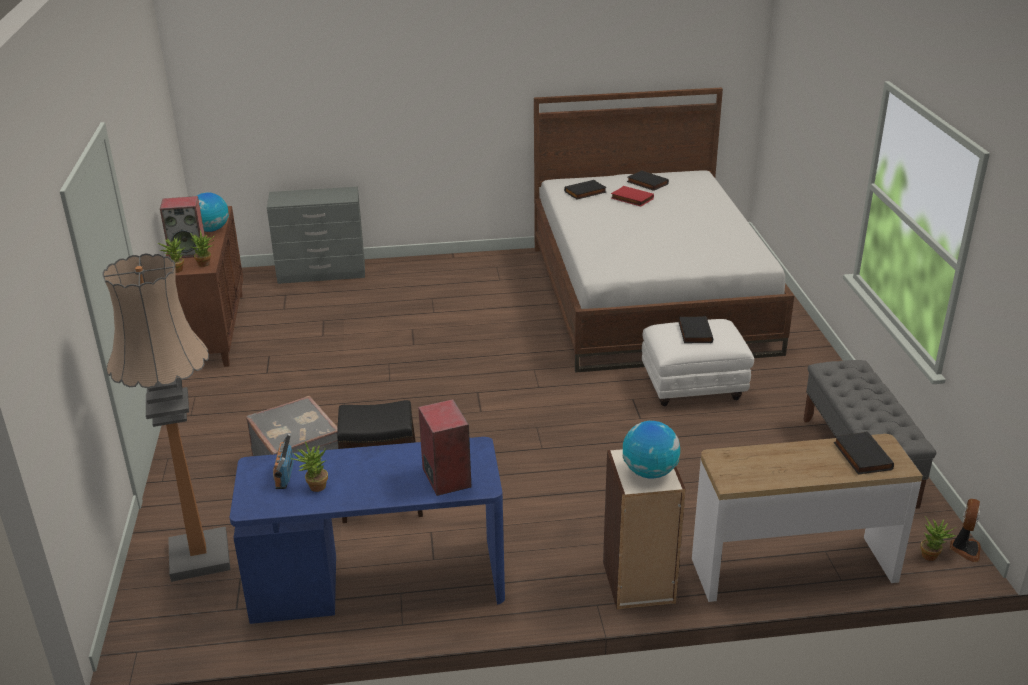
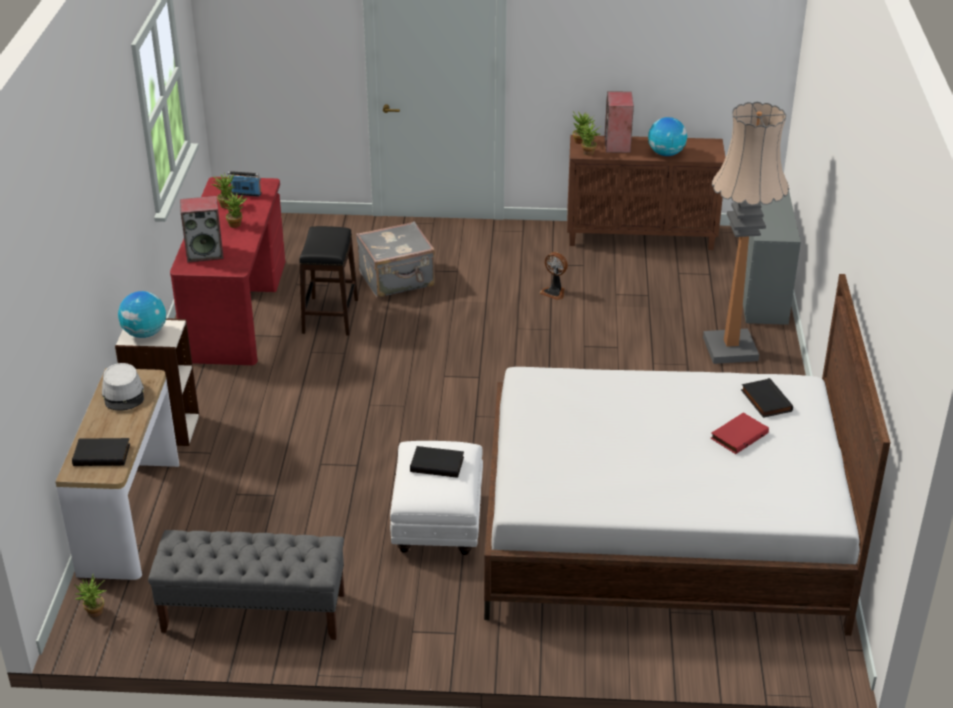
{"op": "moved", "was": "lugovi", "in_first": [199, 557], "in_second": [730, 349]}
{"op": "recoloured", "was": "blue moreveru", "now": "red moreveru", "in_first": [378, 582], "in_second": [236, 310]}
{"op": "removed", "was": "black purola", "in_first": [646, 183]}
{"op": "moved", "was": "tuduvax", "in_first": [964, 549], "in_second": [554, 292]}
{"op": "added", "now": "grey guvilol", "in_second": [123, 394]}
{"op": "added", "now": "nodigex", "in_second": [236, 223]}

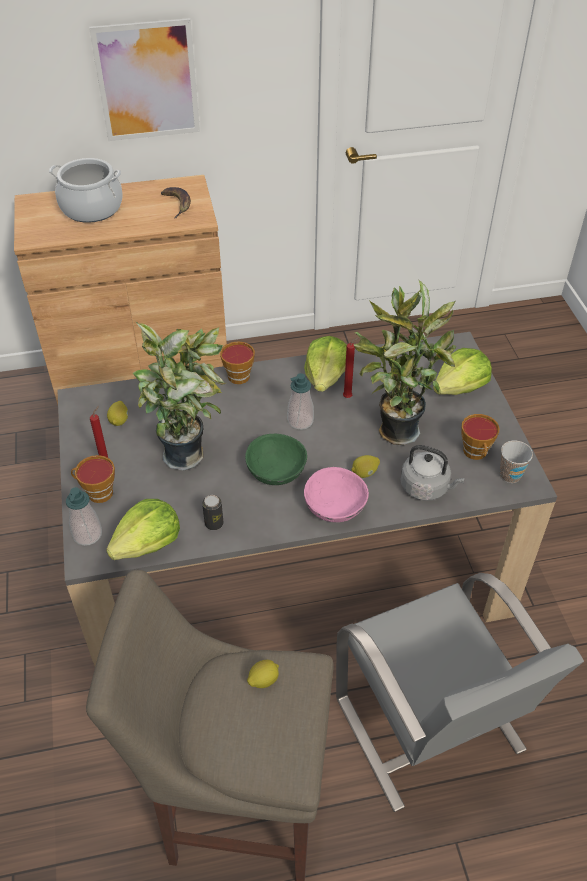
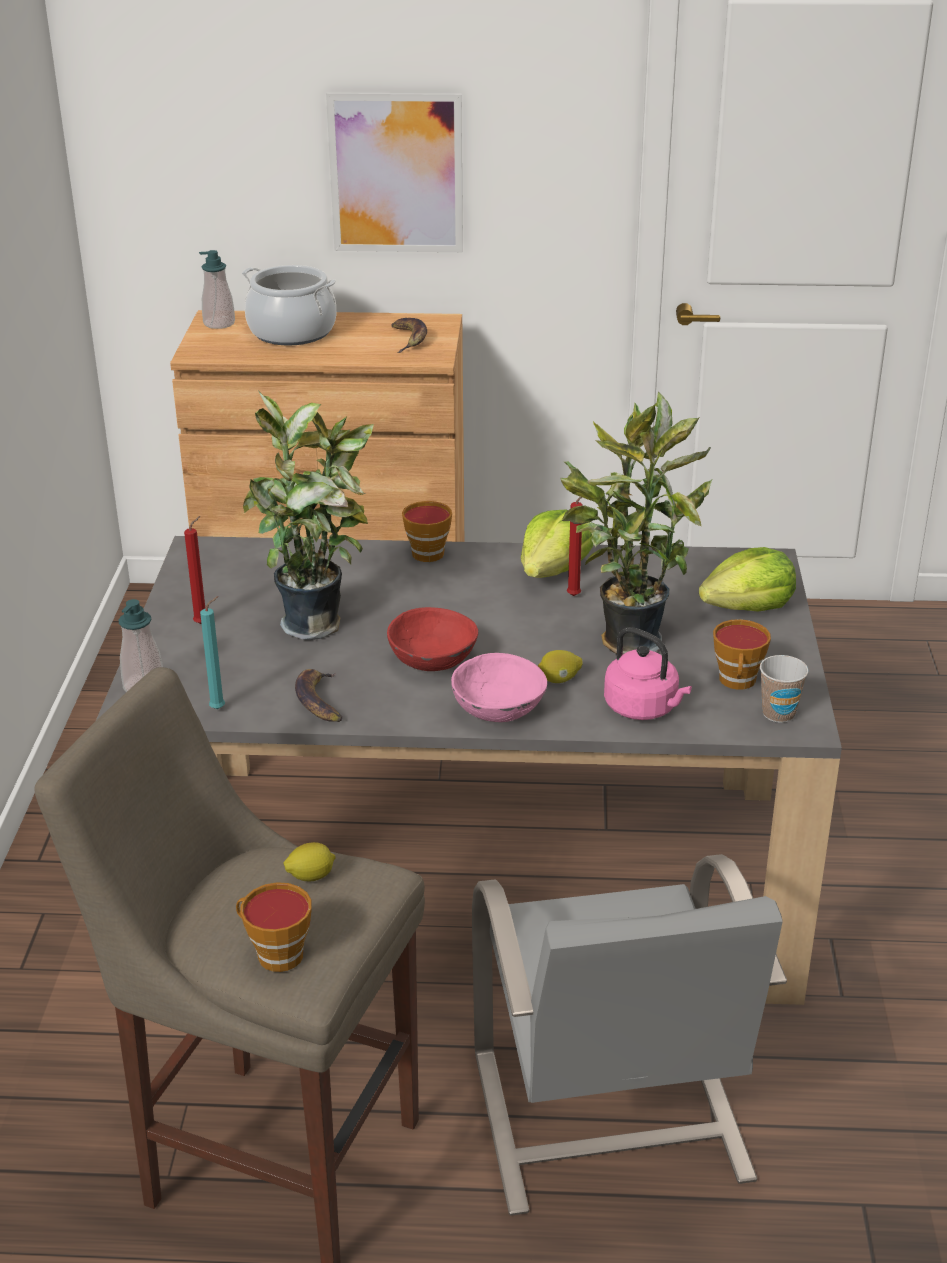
{"op": "moved", "was": "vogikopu", "in_first": [97, 493], "in_second": [274, 954]}
{"op": "replaced", "was": "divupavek", "now": "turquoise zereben", "in_first": [148, 544], "in_second": [220, 708]}
{"op": "removed", "was": "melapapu", "in_first": [119, 420]}
{"op": "replaced", "was": "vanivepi", "now": "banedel", "in_first": [214, 523], "in_second": [319, 701]}
{"op": "recoloured", "was": "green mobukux", "now": "red mobukux", "in_first": [275, 471], "in_second": [431, 659]}
{"op": "moved", "was": "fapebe", "in_first": [300, 421], "in_second": [219, 323]}
{"op": "recoloured", "was": "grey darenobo", "now": "pink darenobo", "in_first": [426, 487], "in_second": [644, 708]}

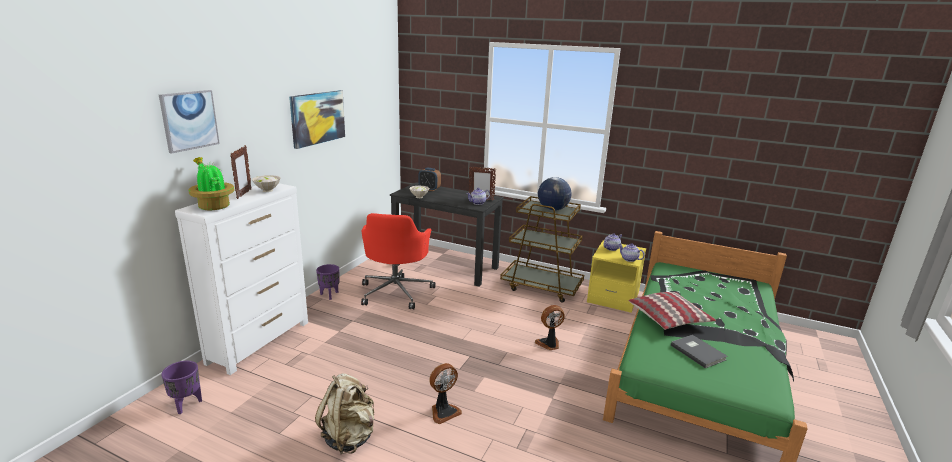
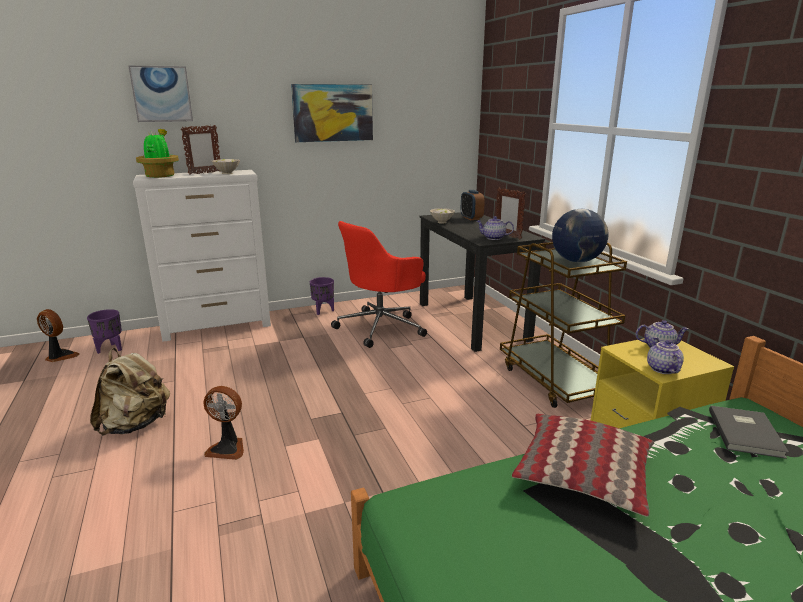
{"op": "moved", "was": "tuduvax", "in_first": [549, 344], "in_second": [60, 356]}
{"op": "moved", "was": "grey purola", "in_first": [698, 352], "in_second": [747, 433]}

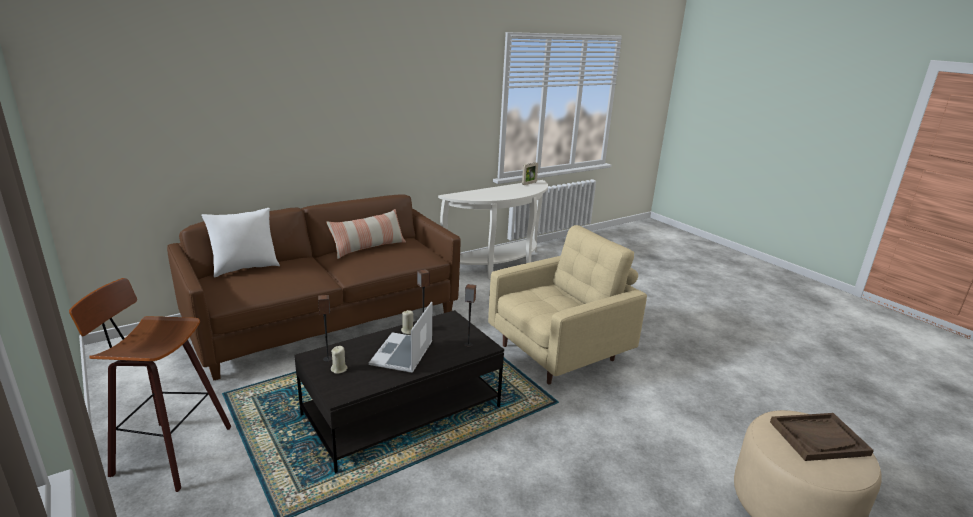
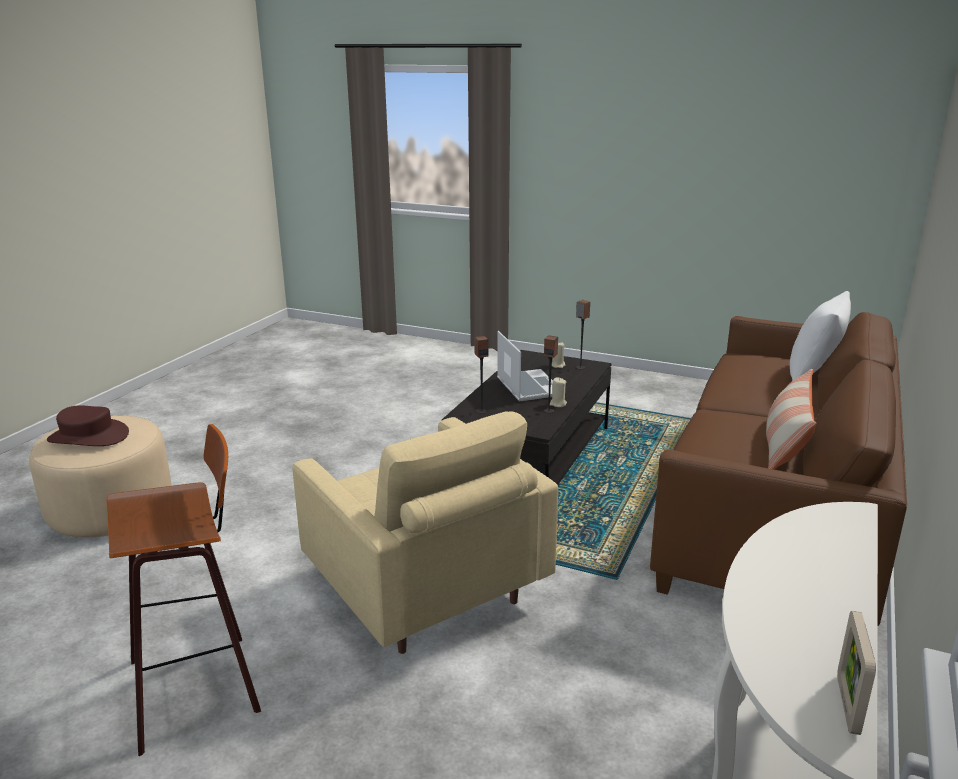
{"op": "moved", "was": "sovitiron", "in_first": [168, 452], "in_second": [199, 685]}
{"op": "turned", "was": "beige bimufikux", "in_first": [560, 352], "in_second": [425, 591], "clockwise": -60}
{"op": "replaced", "was": "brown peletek", "now": "brown guvilol", "in_first": [818, 438], "in_second": [88, 437]}

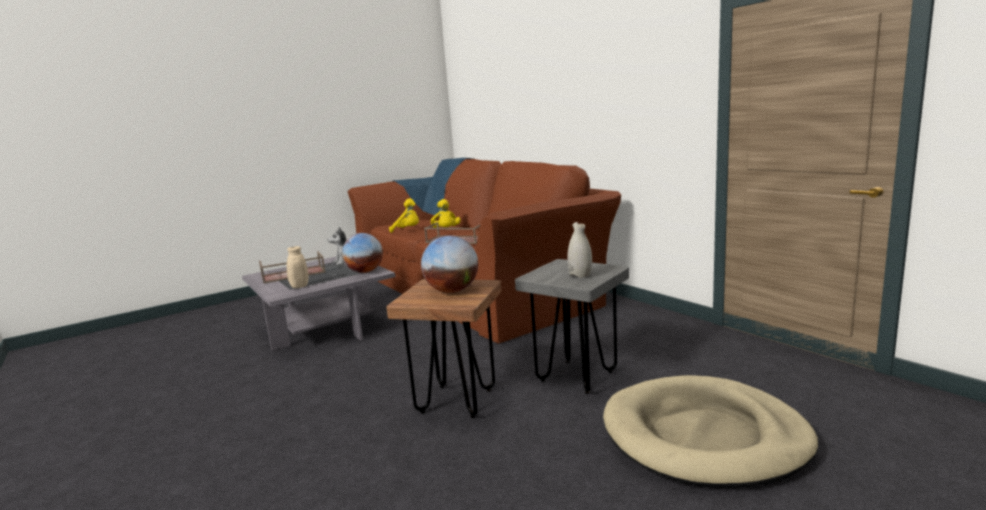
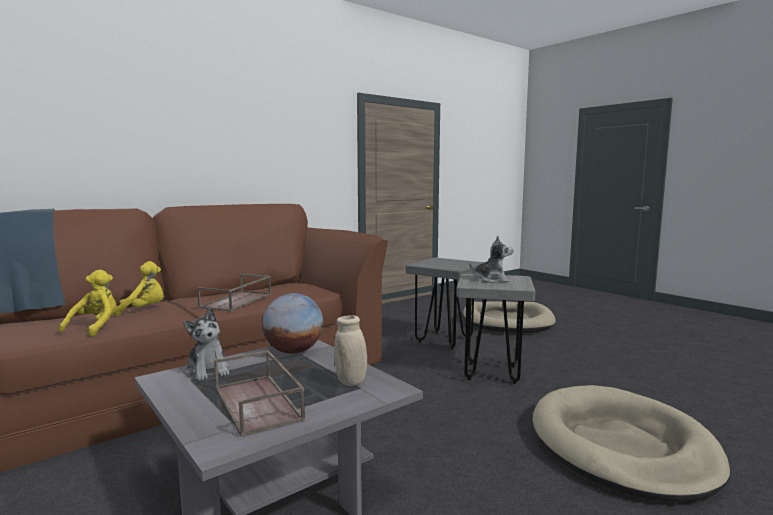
{"op": "recoloured", "was": "brown sovitiron", "now": "grey sovitiron", "in_first": [456, 401], "in_second": [492, 373]}
{"op": "replaced", "was": "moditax", "now": "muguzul", "in_first": [452, 291], "in_second": [492, 280]}
{"op": "removed", "was": "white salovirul", "in_first": [580, 275]}
{"op": "added", "now": "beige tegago", "in_second": [621, 446]}

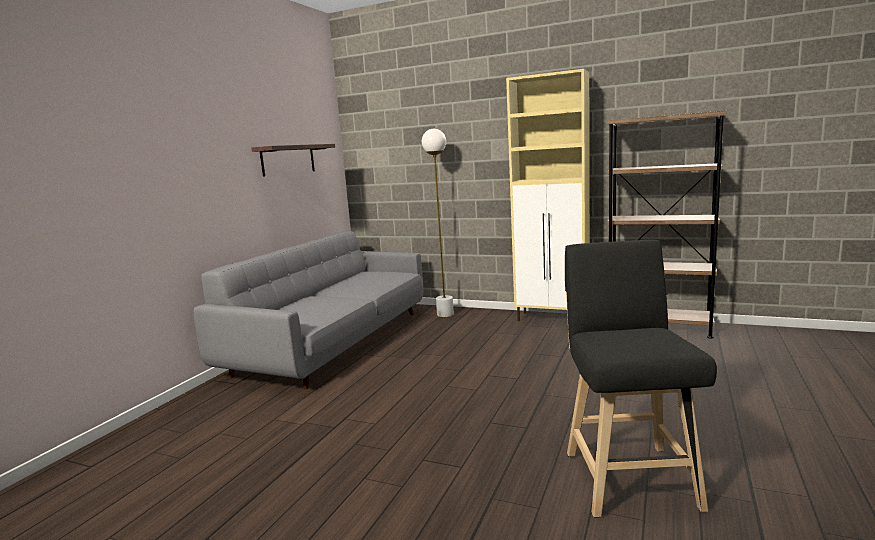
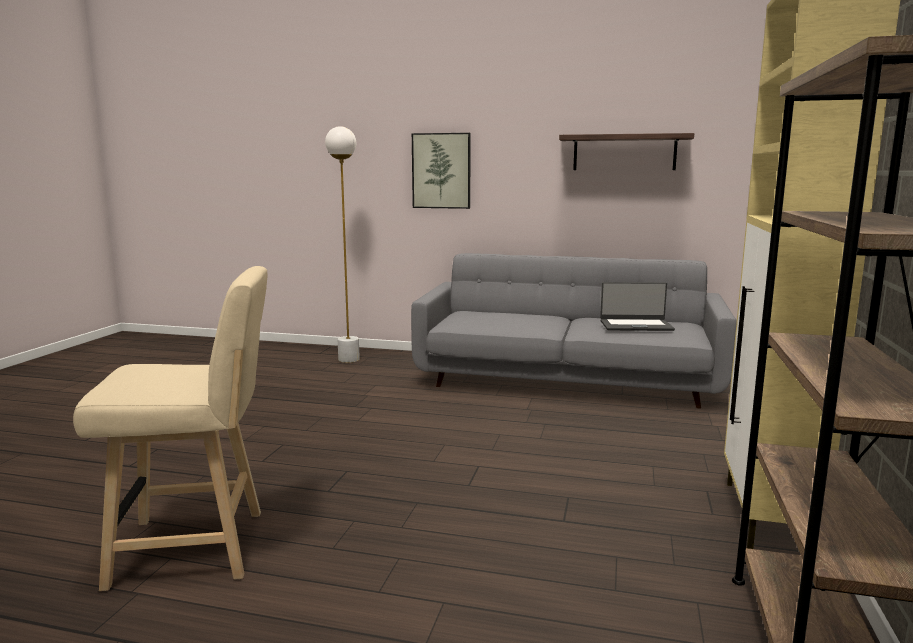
{"op": "moved", "was": "white lugovi", "in_first": [445, 314], "in_second": [349, 359]}
{"op": "recoloured", "was": "black sovitiron", "now": "beige sovitiron", "in_first": [628, 475], "in_second": [198, 548]}
{"op": "added", "now": "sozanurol", "in_second": [441, 171]}
{"op": "added", "now": "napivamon", "in_second": [635, 325]}

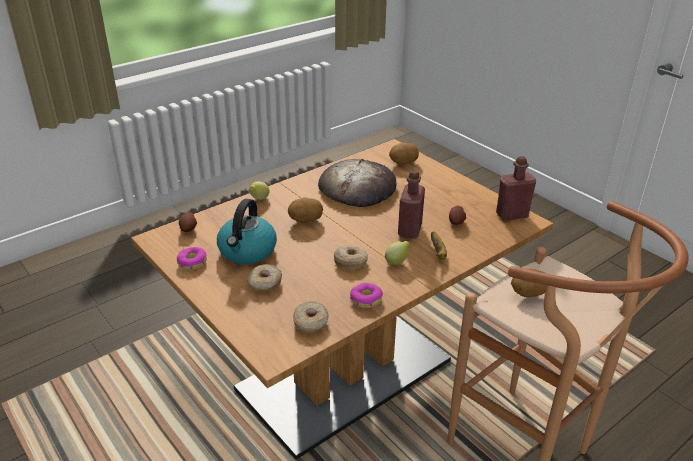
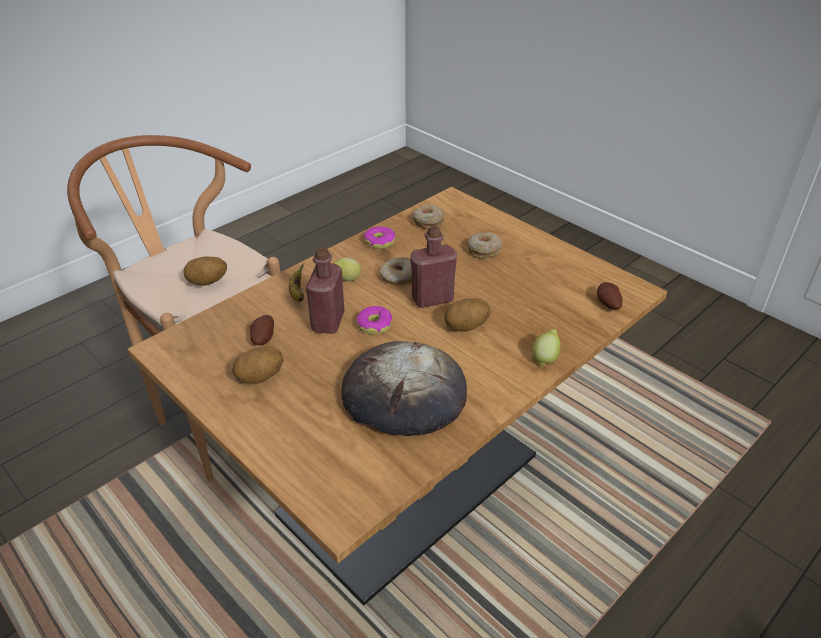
{"op": "moved", "was": "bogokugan", "in_first": [192, 262], "in_second": [374, 325]}
{"op": "removed", "was": "darenobo", "in_first": [247, 251]}
{"op": "moved", "was": "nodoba", "in_first": [403, 163], "in_second": [260, 378]}
{"op": "moved", "was": "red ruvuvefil", "in_first": [512, 215], "in_second": [432, 299]}

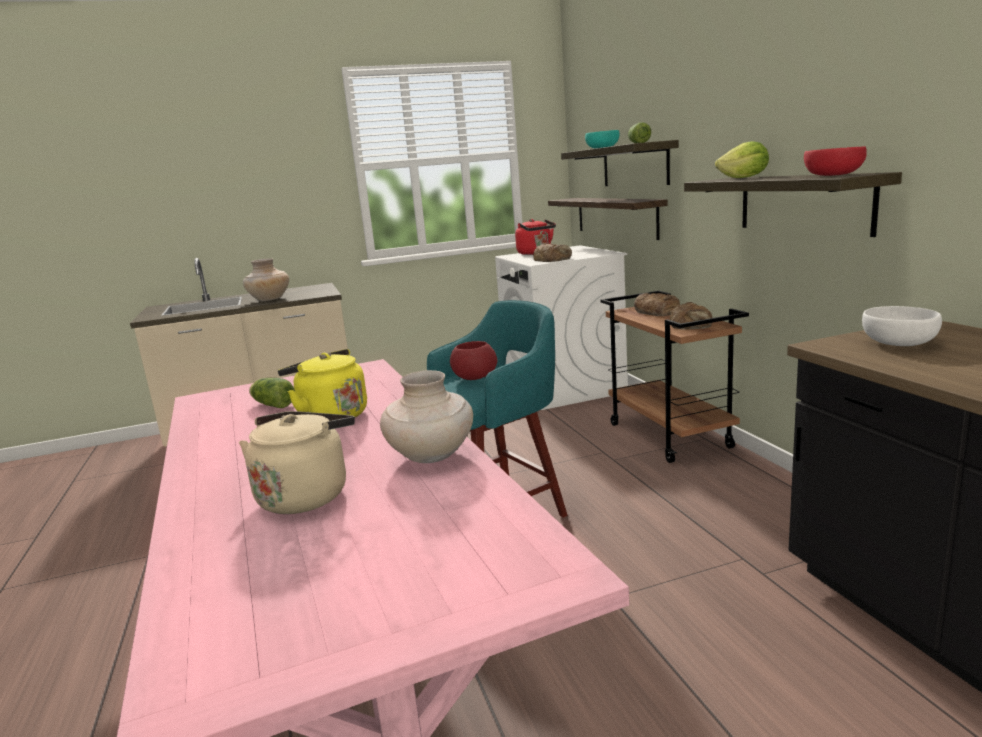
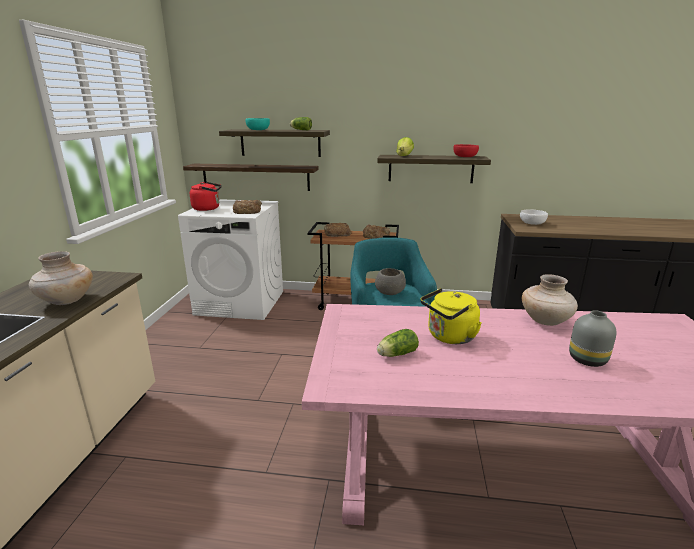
{"op": "replaced", "was": "beige darenobo", "now": "grey salovirul", "in_first": [306, 495], "in_second": [587, 359]}
{"op": "recoloured", "was": "red mobukux", "now": "grey mobukux", "in_first": [474, 377], "in_second": [389, 293]}

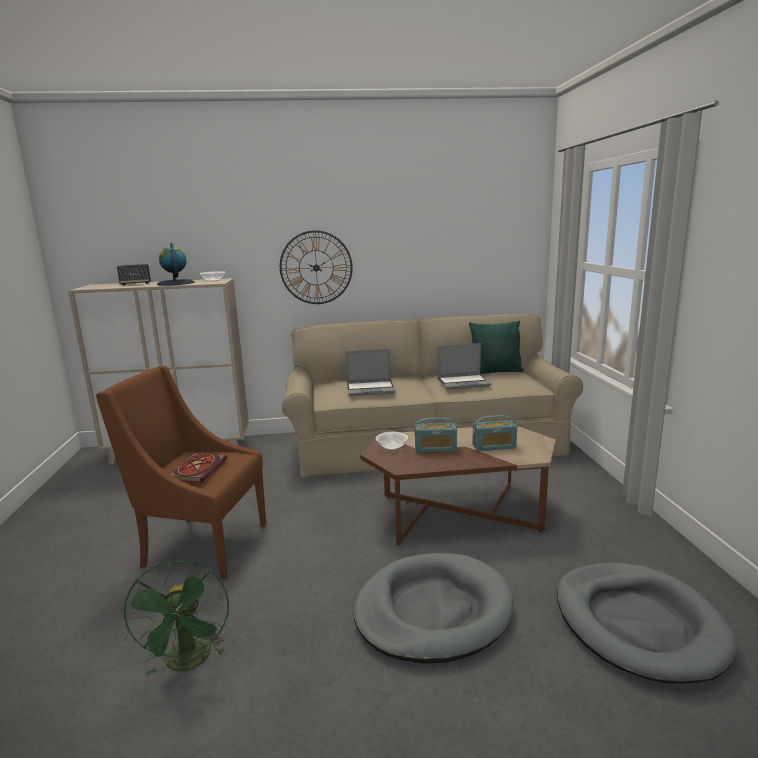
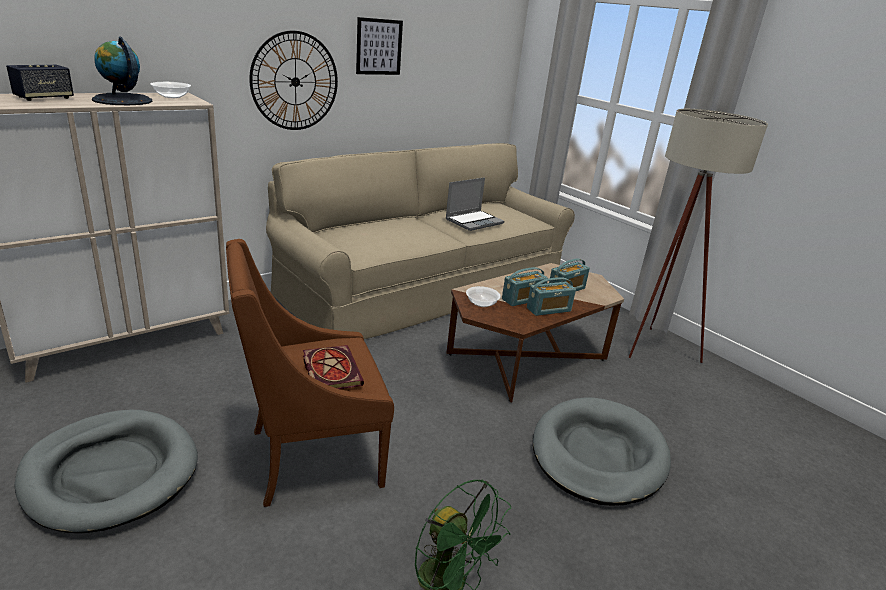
{"op": "removed", "was": "napivamon", "in_first": [371, 389]}
{"op": "removed", "was": "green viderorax", "in_first": [495, 372]}
{"op": "moved", "was": "grey tegago", "in_first": [638, 624], "in_second": [111, 473]}
{"op": "added", "now": "sozanurol", "in_second": [379, 47]}
{"op": "added", "now": "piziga", "in_second": [548, 309]}
{"op": "added", "now": "beige lugovi", "in_second": [653, 350]}

